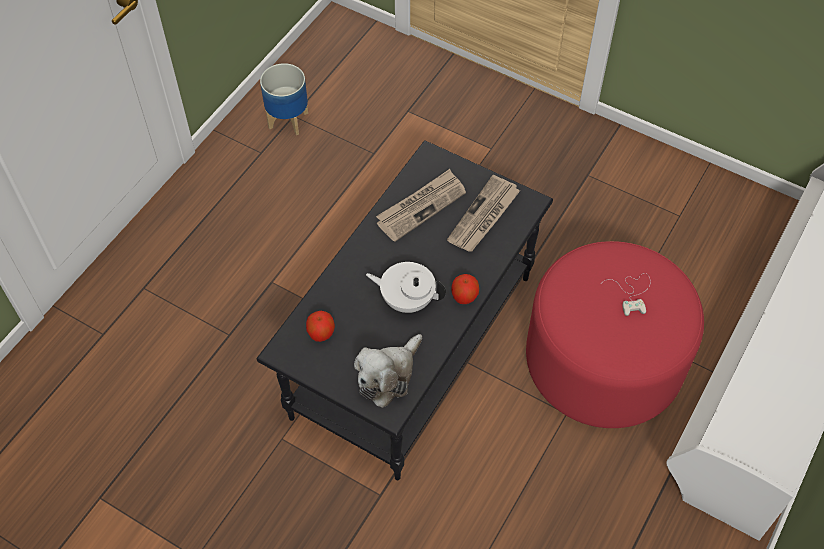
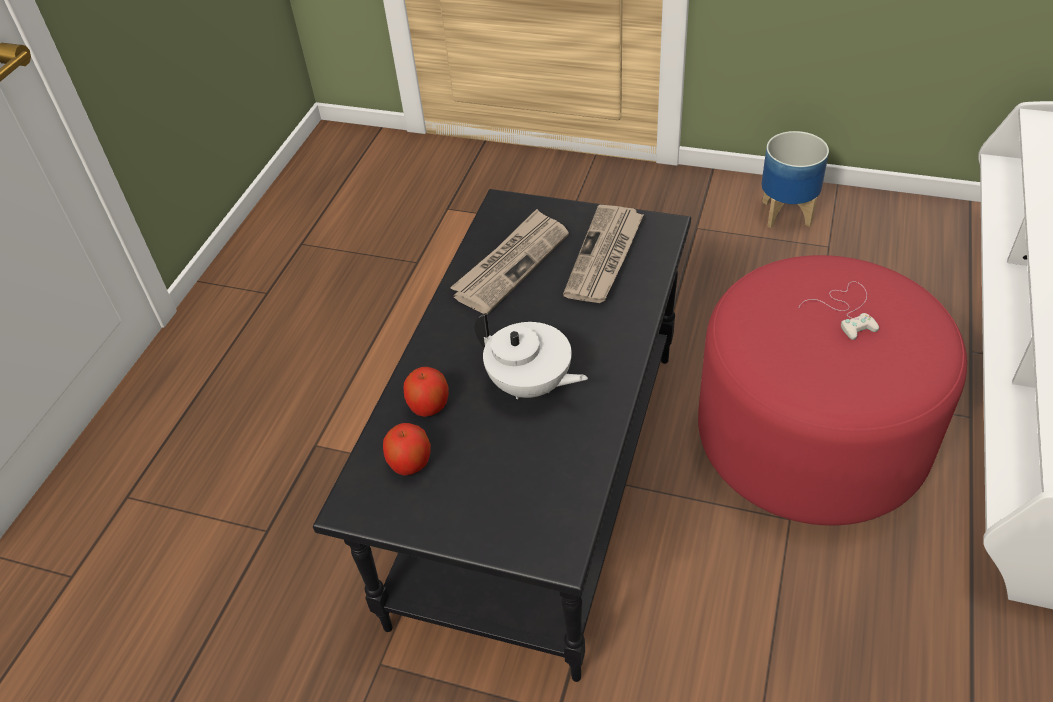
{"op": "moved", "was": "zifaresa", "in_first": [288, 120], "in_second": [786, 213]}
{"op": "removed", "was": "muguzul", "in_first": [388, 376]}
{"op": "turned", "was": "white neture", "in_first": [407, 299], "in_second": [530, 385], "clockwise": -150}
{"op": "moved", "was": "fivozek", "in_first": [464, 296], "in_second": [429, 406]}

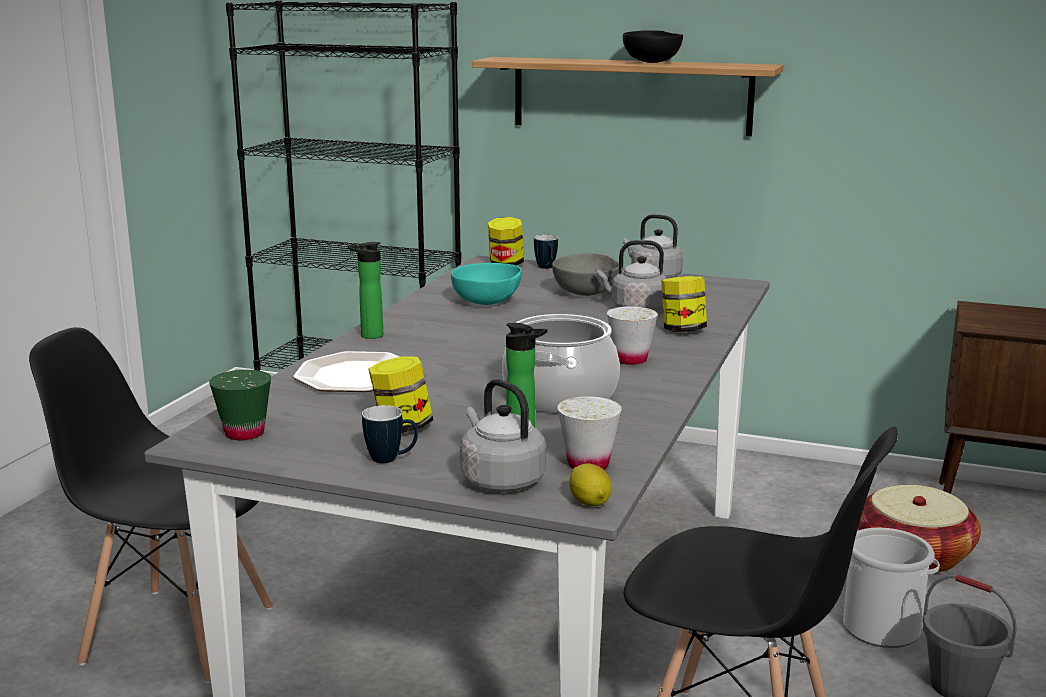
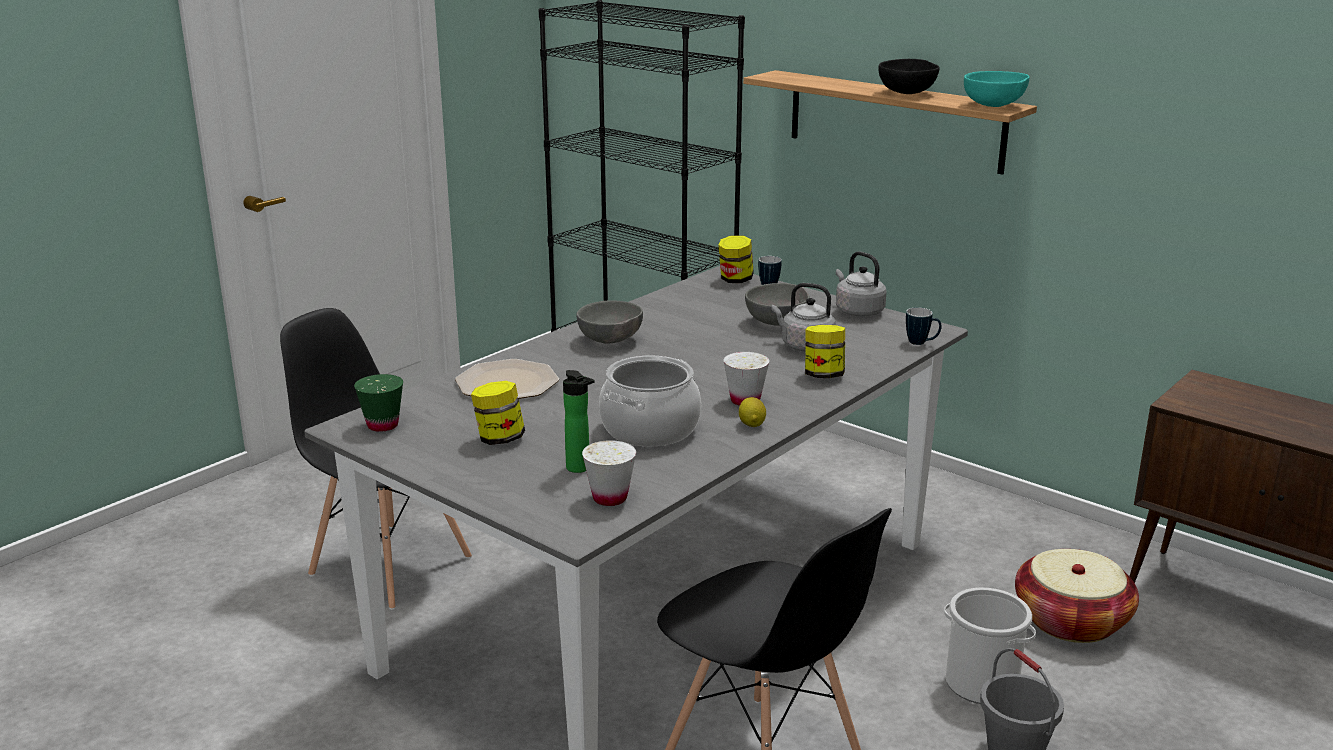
{"op": "removed", "was": "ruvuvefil", "in_first": [368, 336]}
{"op": "moved", "was": "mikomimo", "in_first": [391, 459], "in_second": [921, 343]}
{"op": "moved", "was": "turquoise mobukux", "in_first": [488, 303], "in_second": [994, 106]}
{"op": "removed", "was": "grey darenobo", "in_first": [500, 480]}
{"op": "moved", "was": "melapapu", "in_first": [589, 502], "in_second": [752, 424]}
{"op": "added", "now": "grey mobukux", "in_second": [610, 341]}

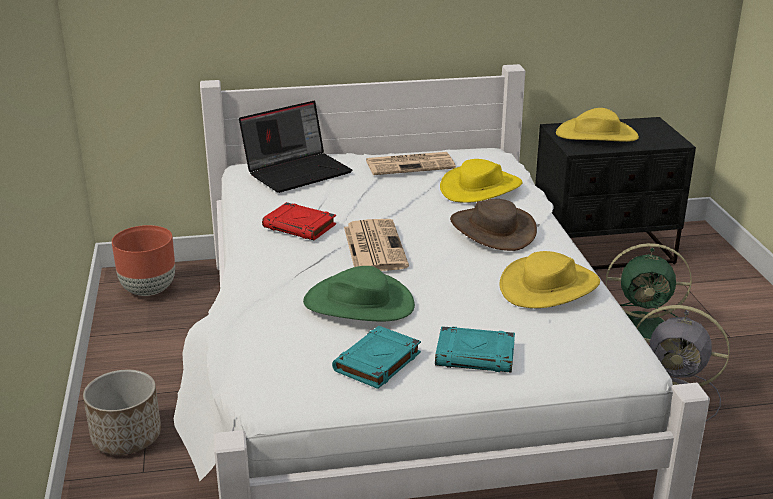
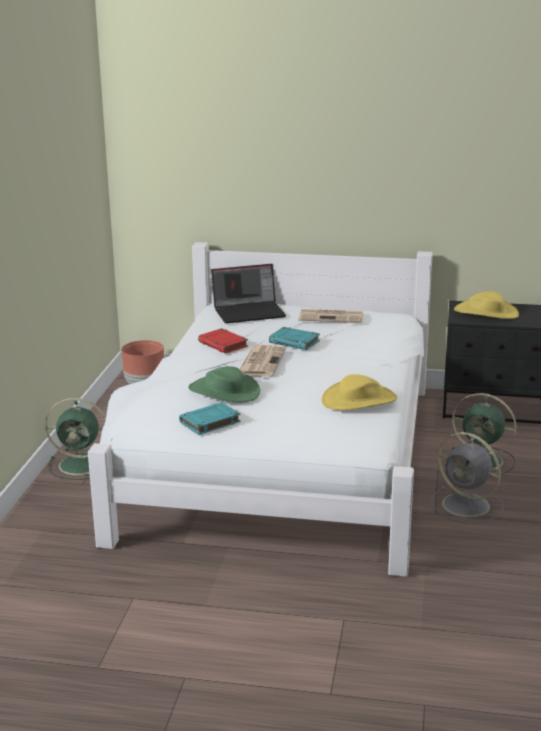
{"op": "replaced", "was": "zifaresa", "now": "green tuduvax", "in_first": [127, 437], "in_second": [83, 465]}
{"op": "moved", "was": "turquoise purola", "in_first": [476, 355], "in_second": [295, 342]}
{"op": "removed", "was": "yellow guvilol", "in_first": [481, 188]}
{"op": "removed", "was": "brown guvilol", "in_first": [492, 229]}

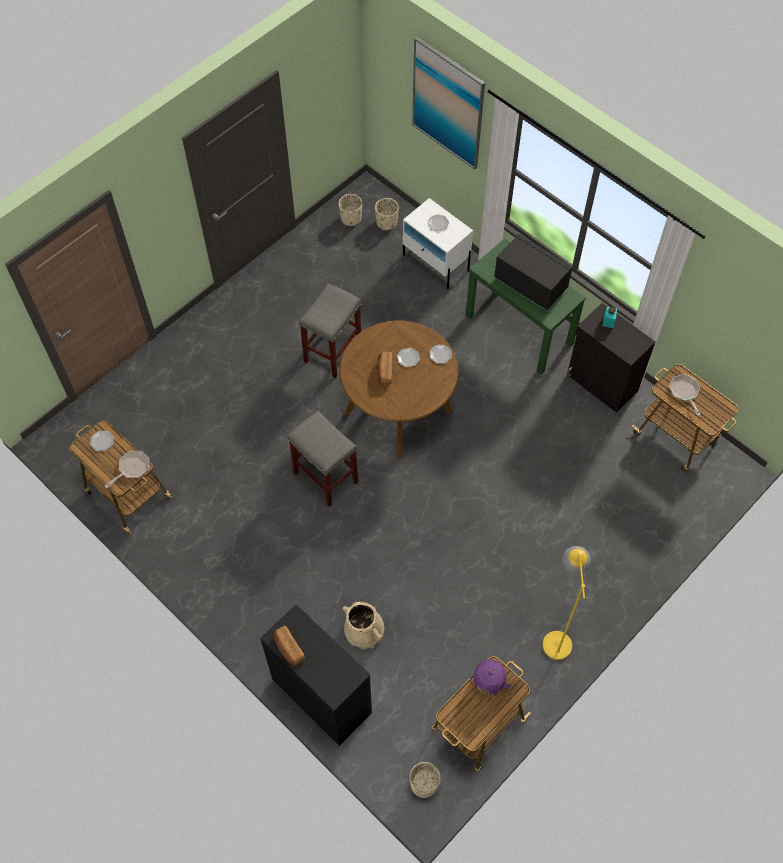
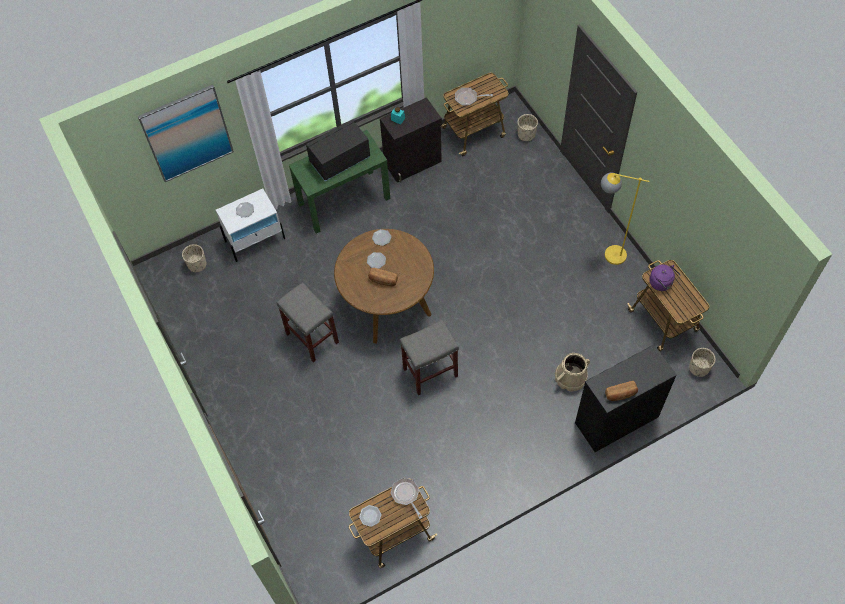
{"op": "moved", "was": "beige zifaresa", "in_first": [351, 218], "in_second": [526, 134]}

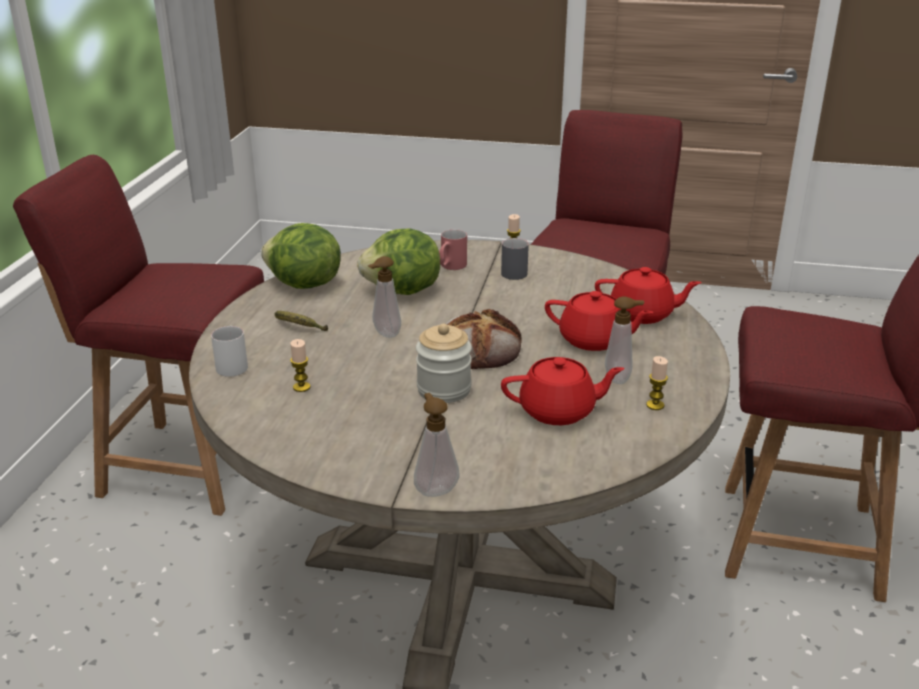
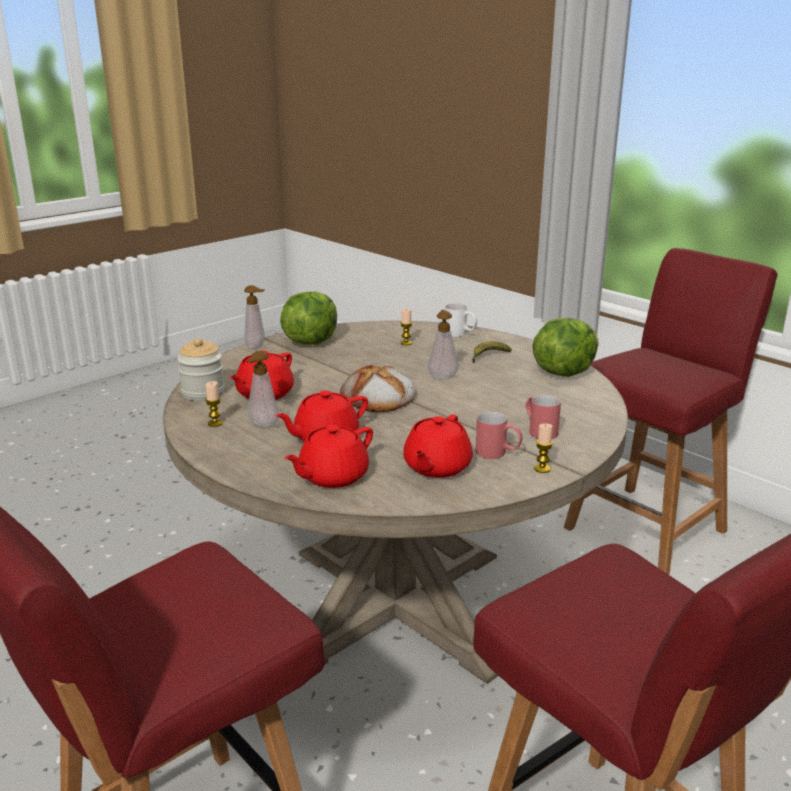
{"op": "moved", "was": "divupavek", "in_first": [403, 292], "in_second": [310, 341]}
{"op": "moved", "was": "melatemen", "in_first": [444, 389], "in_second": [203, 393]}
{"op": "recoloured", "was": "grey mikomimo", "now": "red mikomimo", "in_first": [512, 271], "in_second": [498, 453]}
{"op": "added", "now": "red neture", "in_second": [436, 467]}

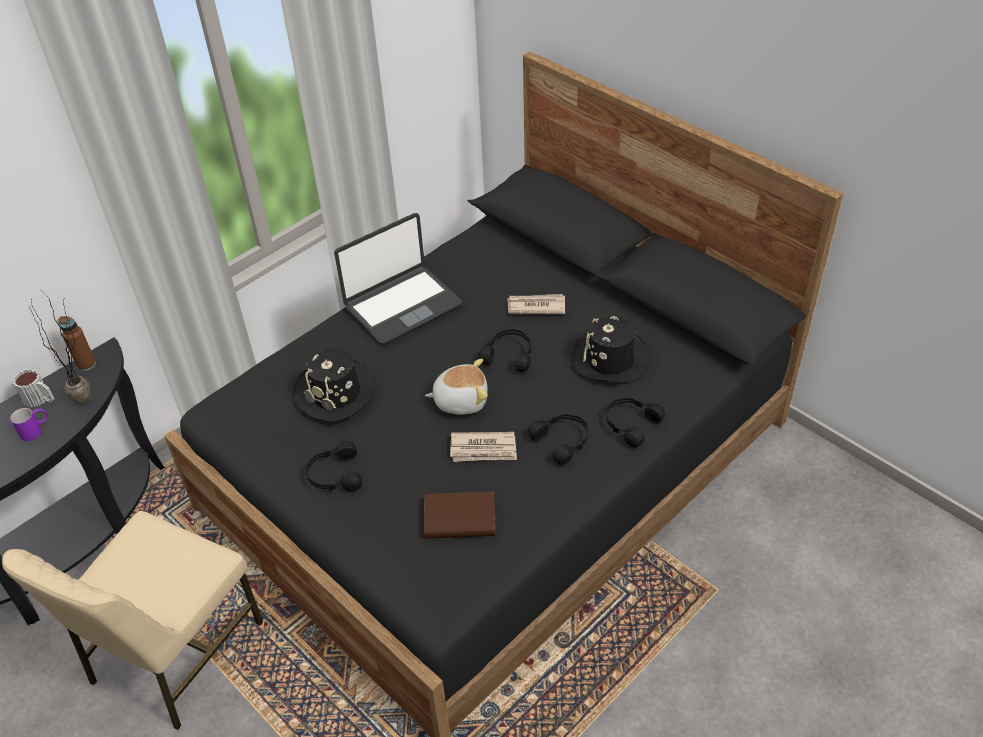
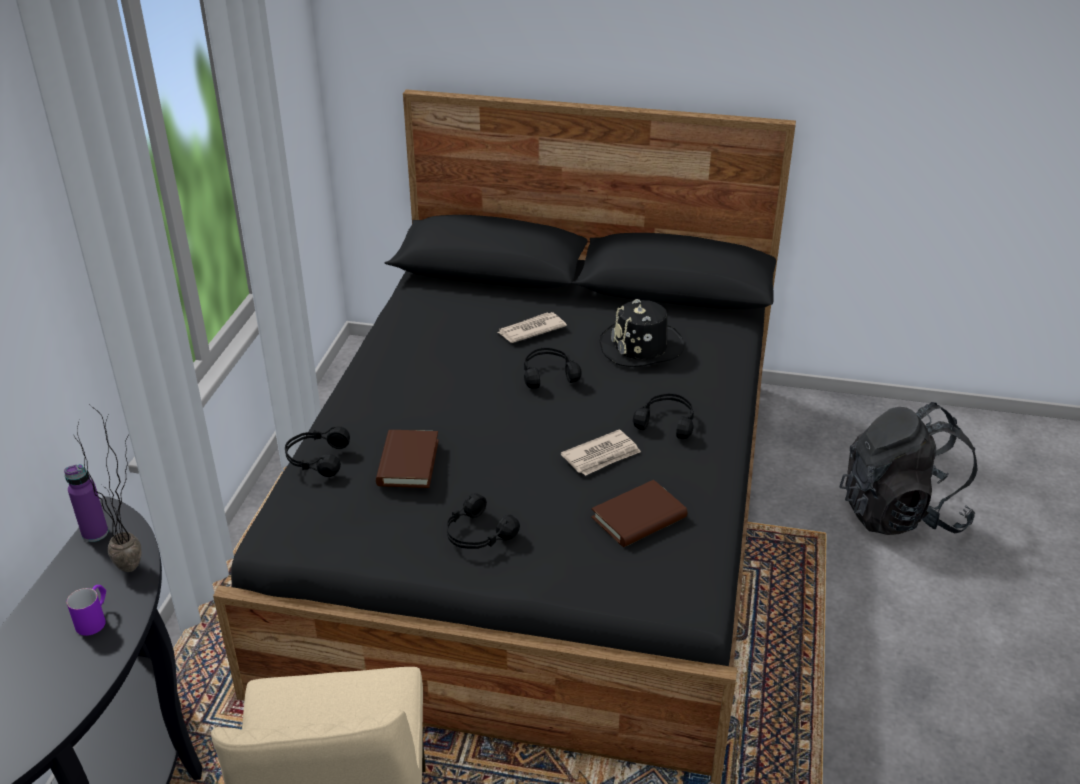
{"op": "removed", "was": "mikomimo", "in_first": [40, 399]}
{"op": "recoloured", "was": "brown ruvuvefil", "now": "purple ruvuvefil", "in_first": [86, 364], "in_second": [95, 533]}
{"op": "replaced", "was": "black guvilol", "now": "brown purola", "in_first": [336, 392], "in_second": [408, 462]}
{"op": "removed", "was": "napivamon", "in_first": [402, 305]}
{"op": "removed", "was": "muguzul", "in_first": [460, 400]}
{"op": "moved", "was": "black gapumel", "in_first": [630, 424], "in_second": [316, 459]}
{"op": "added", "now": "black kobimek", "in_second": [900, 513]}

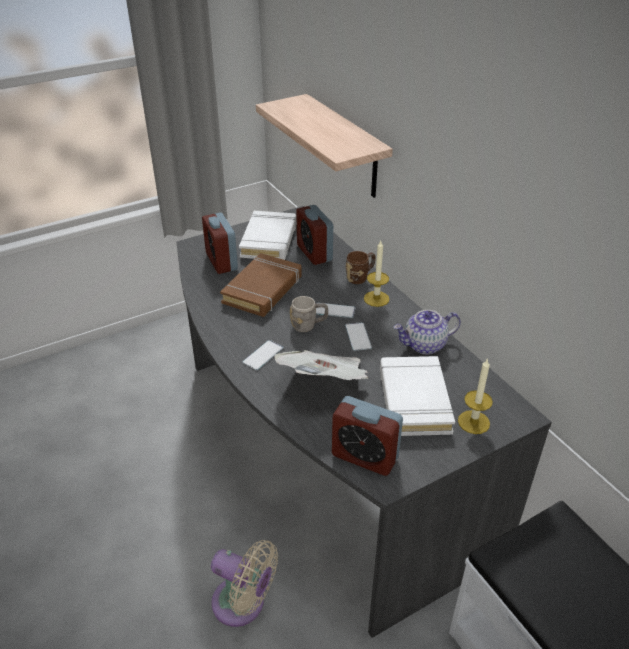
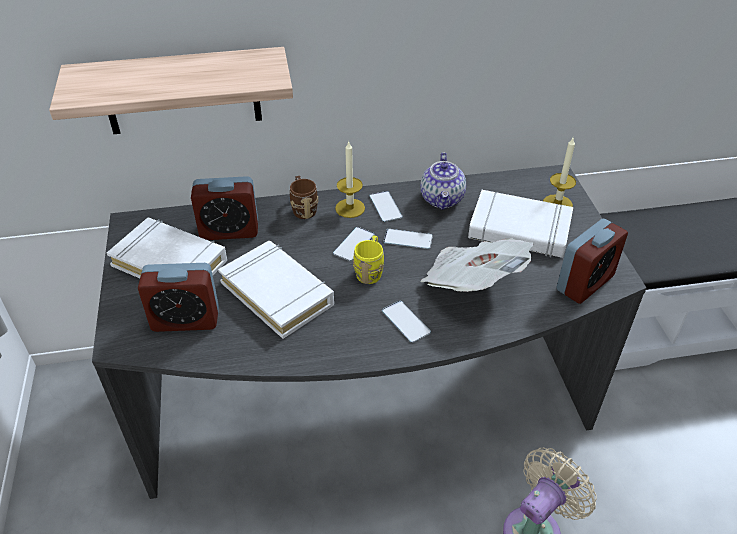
{"op": "recoloured", "was": "brown purola", "now": "white purola", "in_first": [263, 290], "in_second": [277, 293]}
{"op": "recoloured", "was": "grey mikomimo", "now": "yellow mikomimo", "in_first": [309, 325], "in_second": [370, 271]}
{"op": "added", "now": "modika", "in_second": [385, 206]}

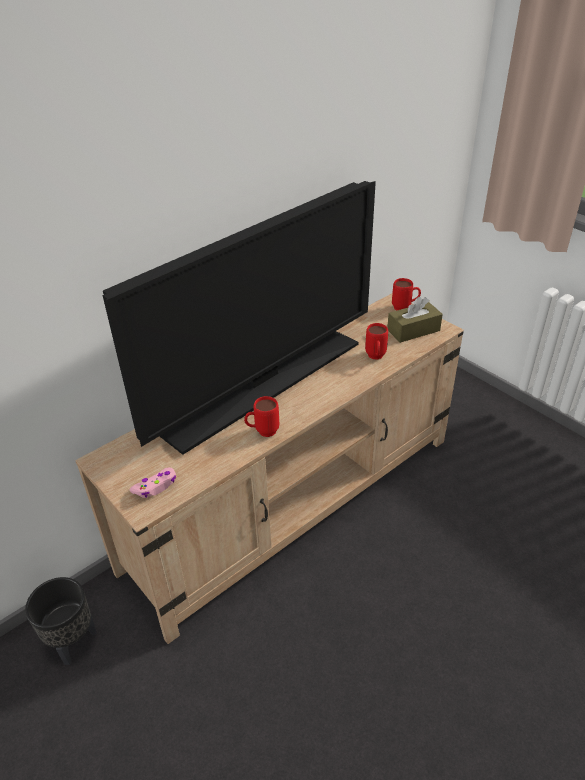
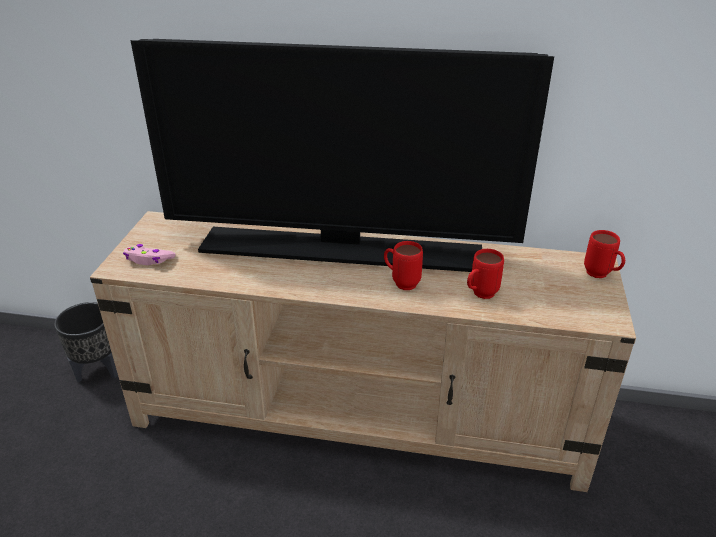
{"op": "moved", "was": "red mikomimo", "in_first": [262, 432], "in_second": [401, 282]}
{"op": "removed", "was": "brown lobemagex", "in_first": [413, 330]}

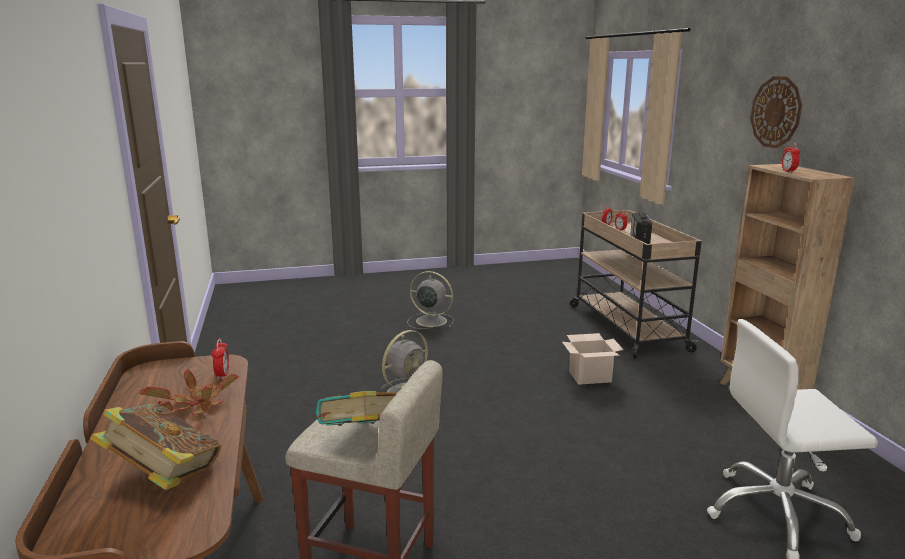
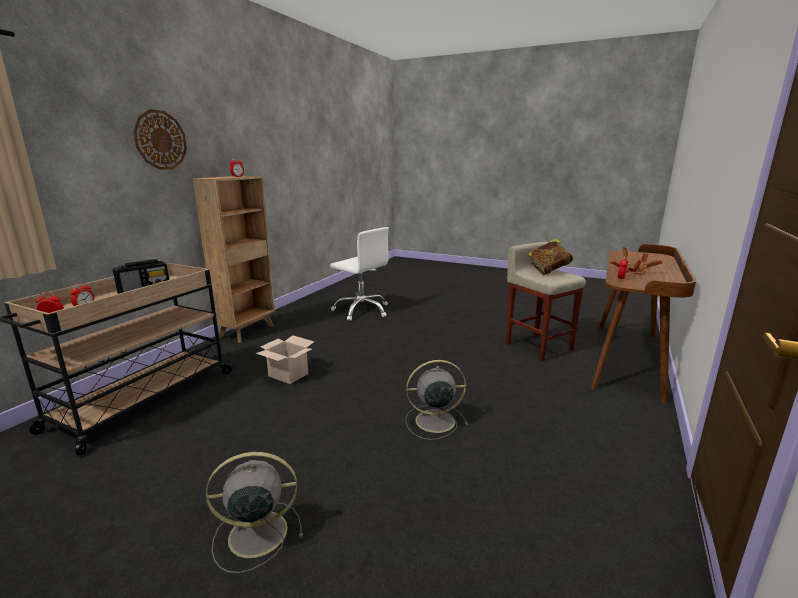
{"op": "removed", "was": "purola", "in_first": [164, 477]}
{"op": "turned", "was": "grey tuduvax", "in_first": [430, 321], "in_second": [255, 534], "clockwise": 105}

